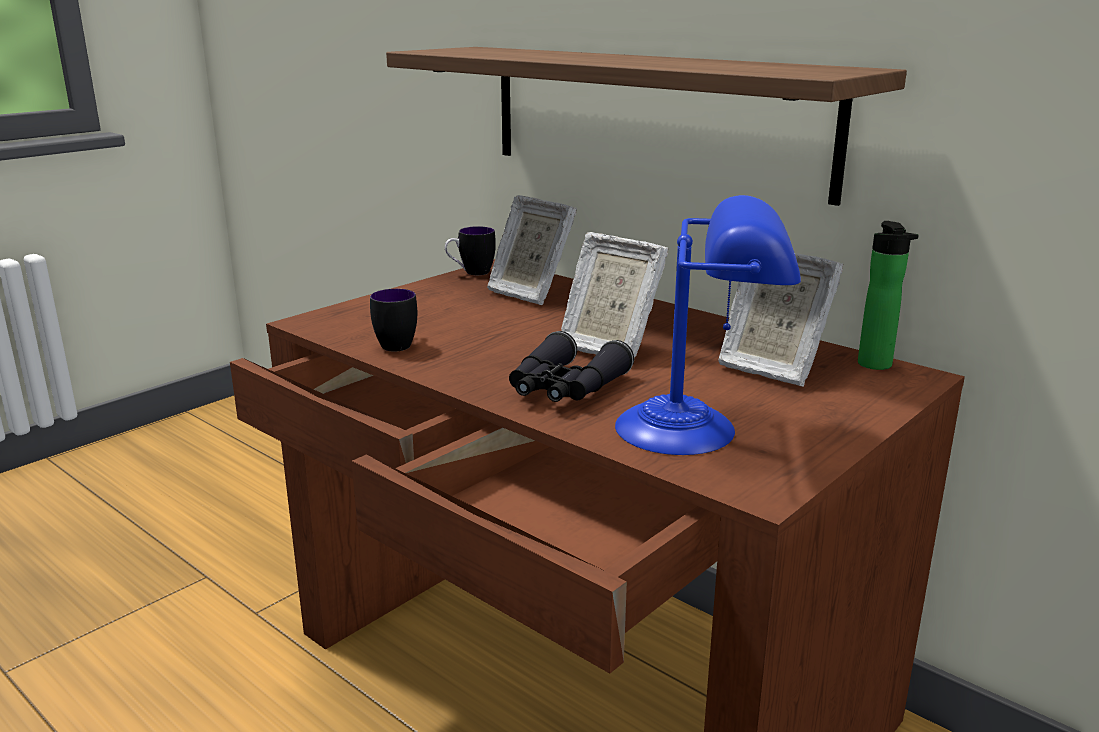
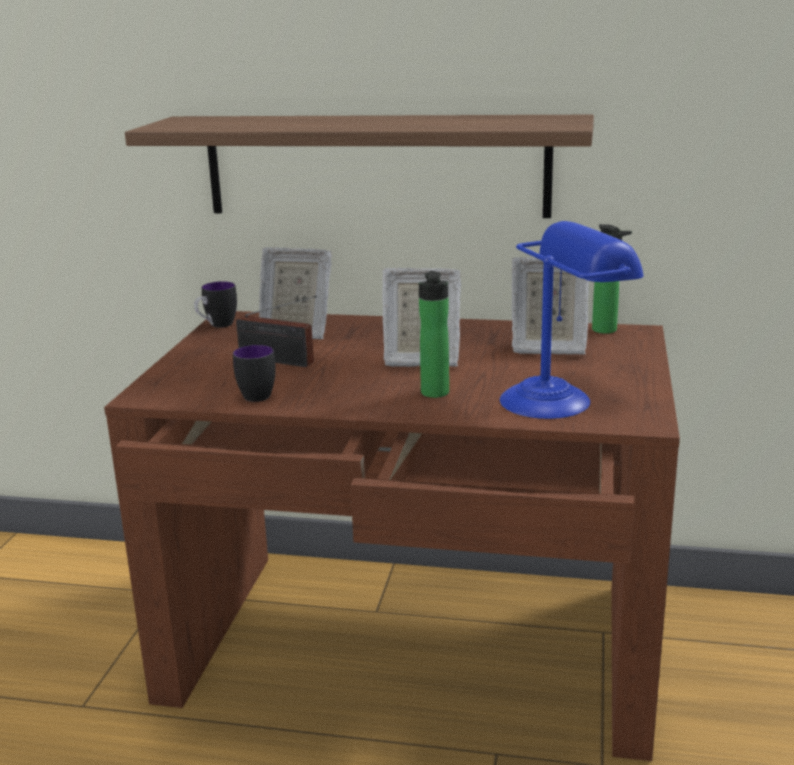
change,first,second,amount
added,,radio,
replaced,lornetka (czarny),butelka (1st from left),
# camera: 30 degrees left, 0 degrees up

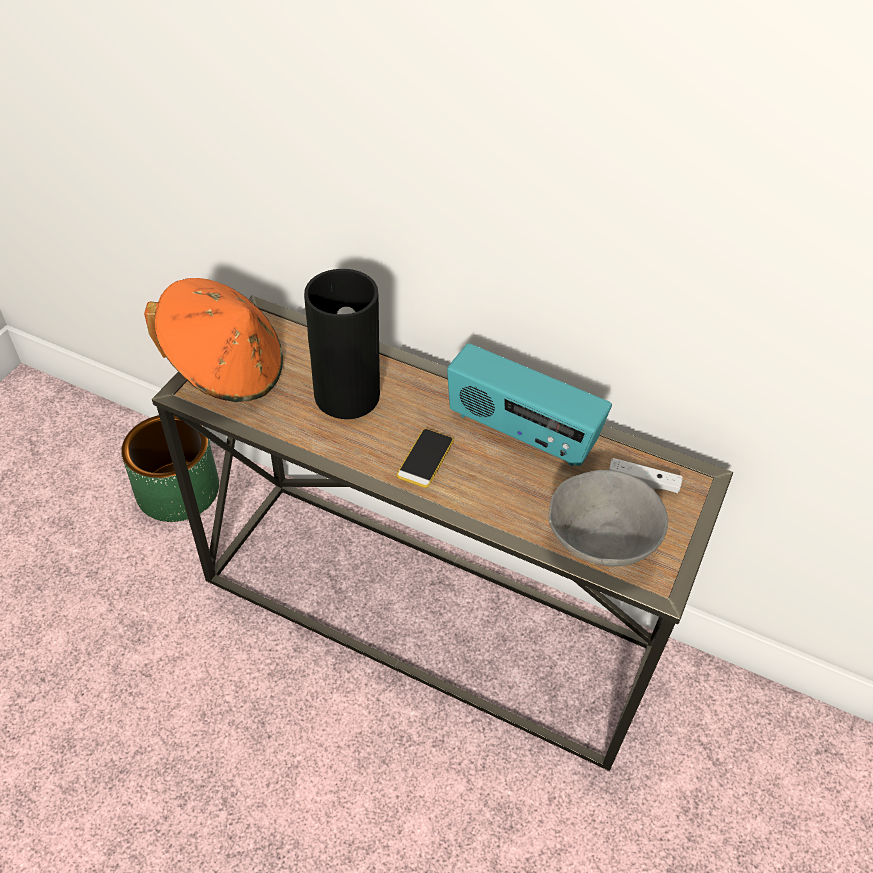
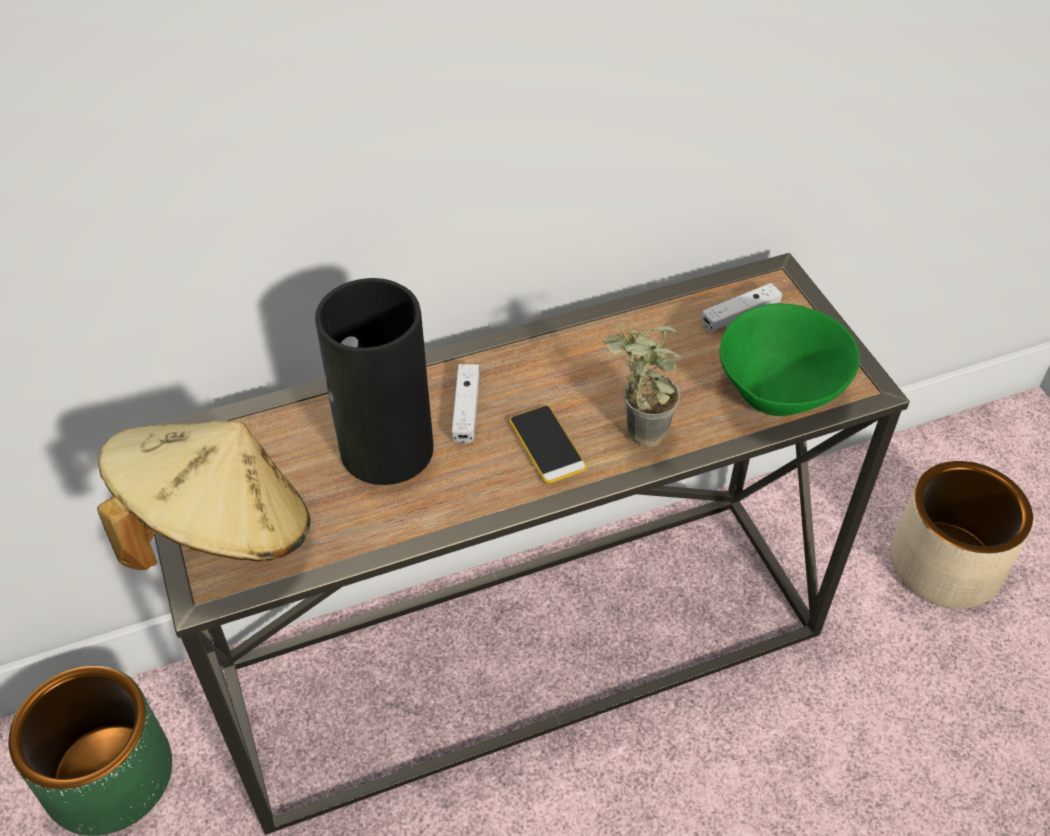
change,first,second,amount
removed,radio,,
added,,pad do gier (biały) (1st from left),
added,,roślina doniczkowa,
added,,donica (beżowy),
recoloured,kapelusz (pomarańczowy),kapelusz (beżowy),
recoloured,miska (szary),miska (zielony),
# camera: 45 degrees left, 0 degrees up

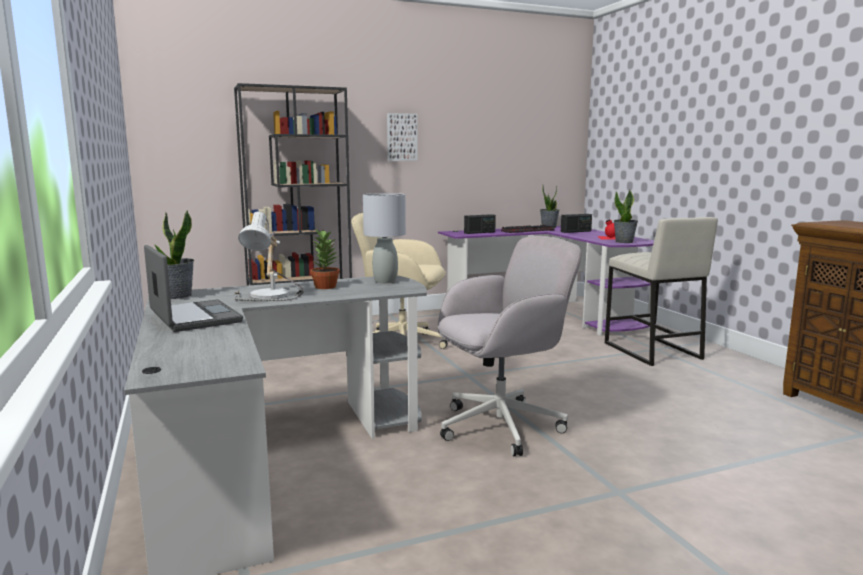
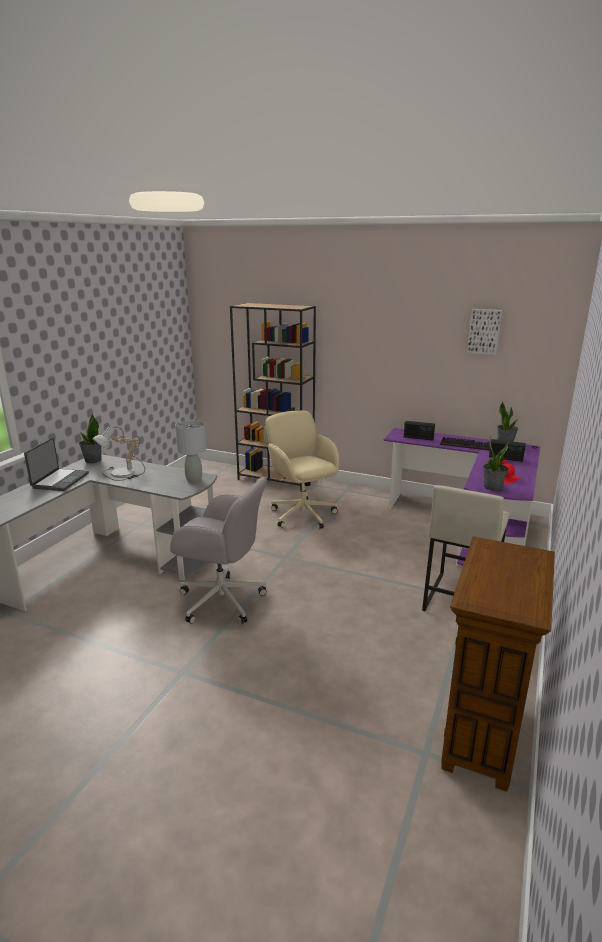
change,first,second,amount
removed,roślina doniczkowa (2nd from left),,
moved,obraz,,
# camera: 45 degrees right, 10 degrees up

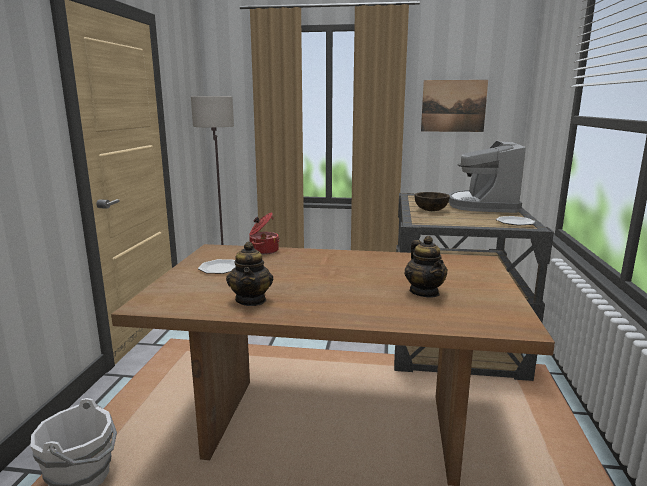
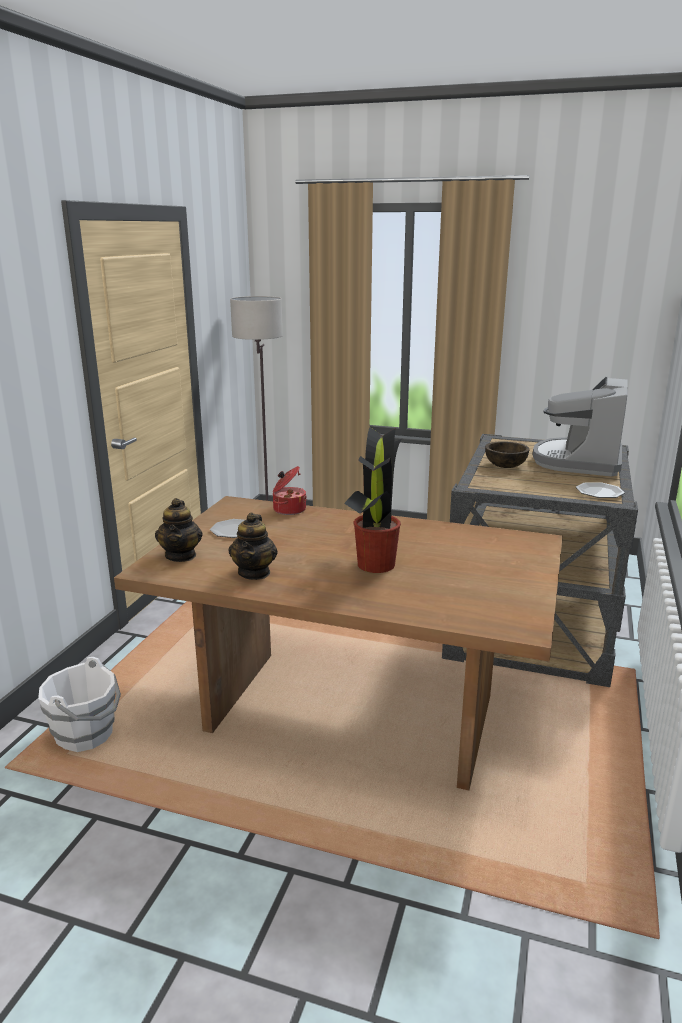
change,first,second,amount
removed,obraz,,
added,,roślina doniczkowa,
moved,imbryk (2nd from left in the first image),imbryk (1st from left),
# camera: 10 degrees right, 5 degrees up

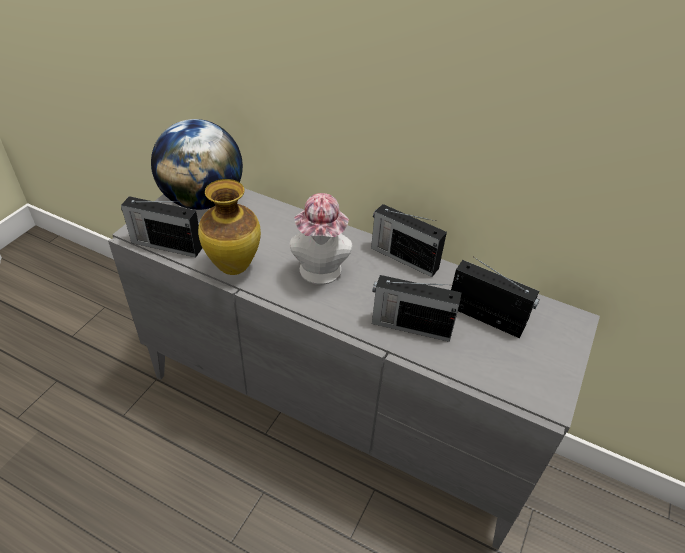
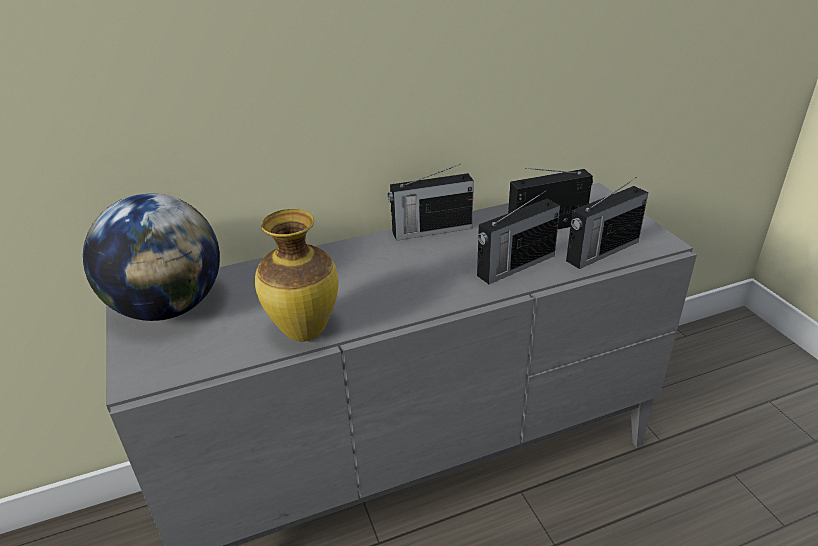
change,first,second,amount
removed,kapelusz,,
moved,radio (1st from left in the first image),radio (4th from left),
# camera: 45 degrees left, 10 degrees down

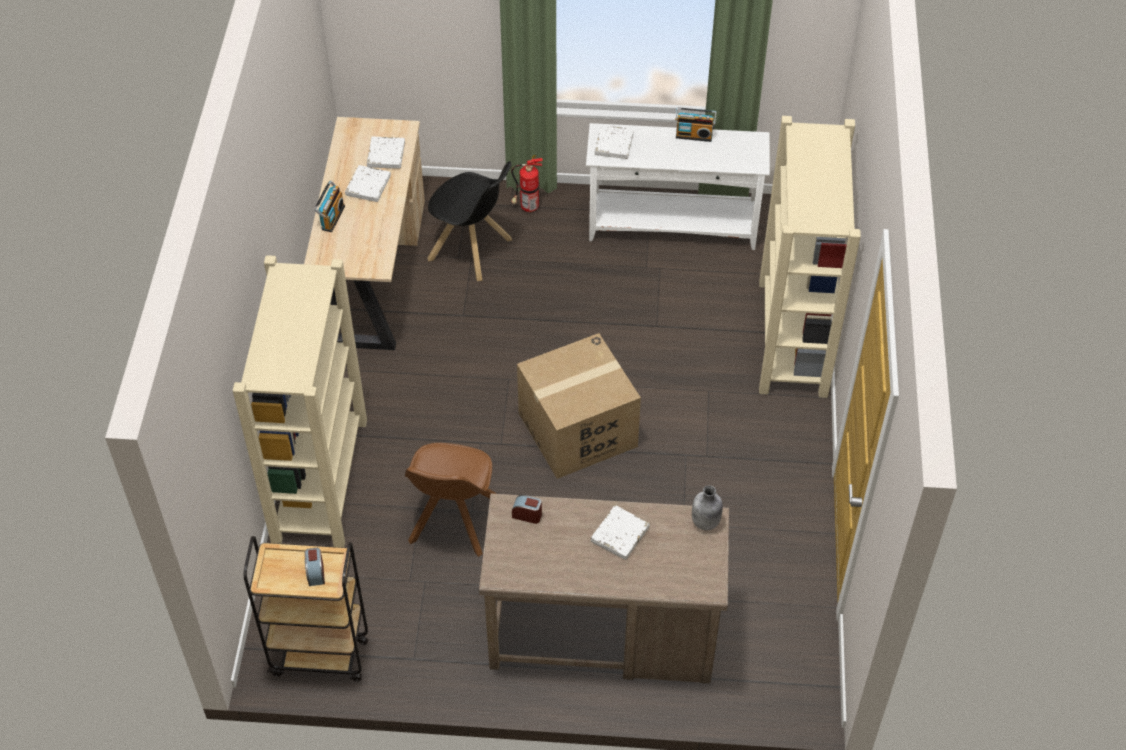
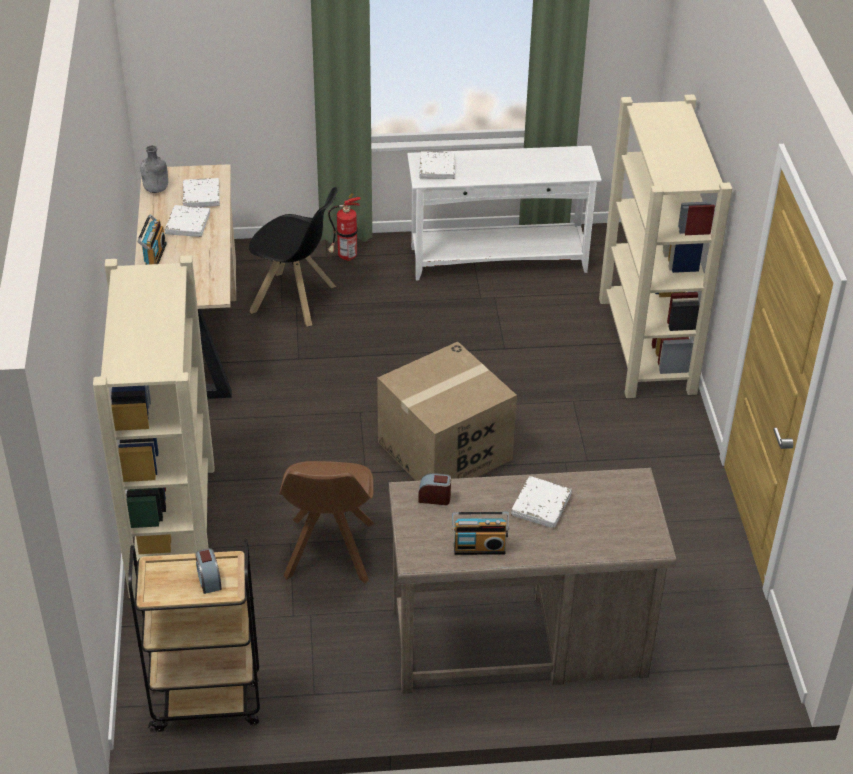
change,first,second,amount
moved,radio (2nd from left),,
moved,butelka (szary),,
# camera: 10 degrees left, 10 degrees down

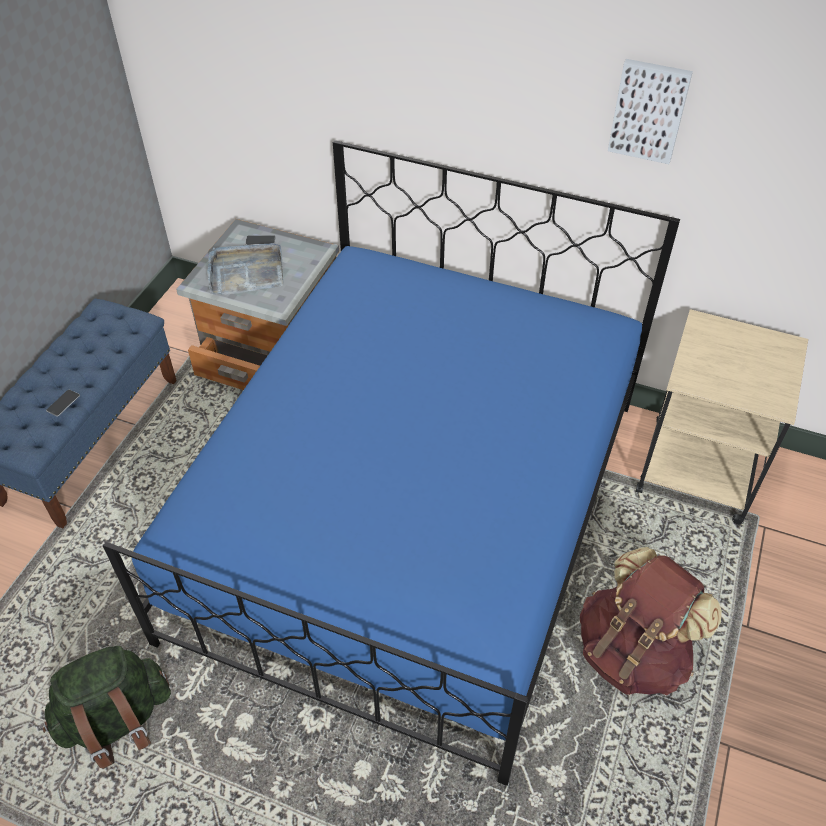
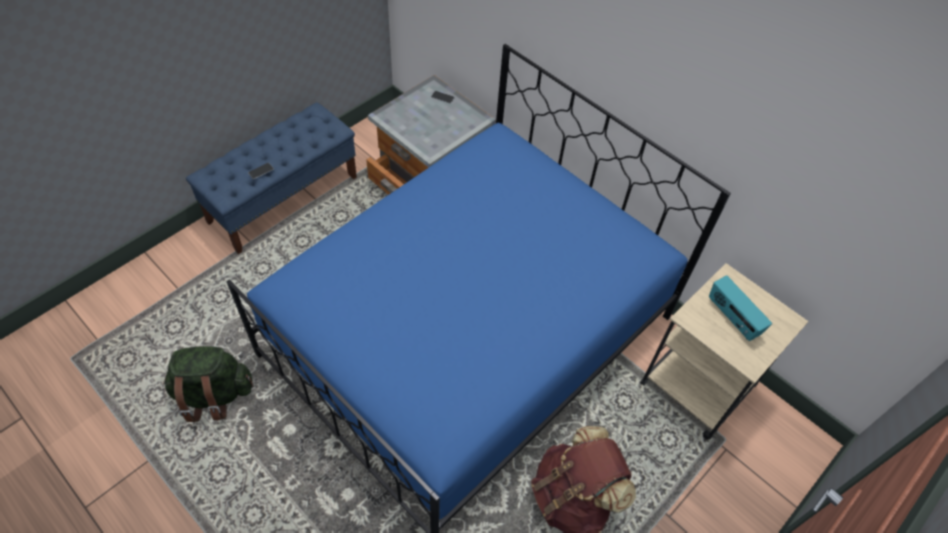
change,first,second,amount
removed,taca (szary),,
removed,obraz,,
added,,radio,
# camera: 20 degrees right, 5 degrees up

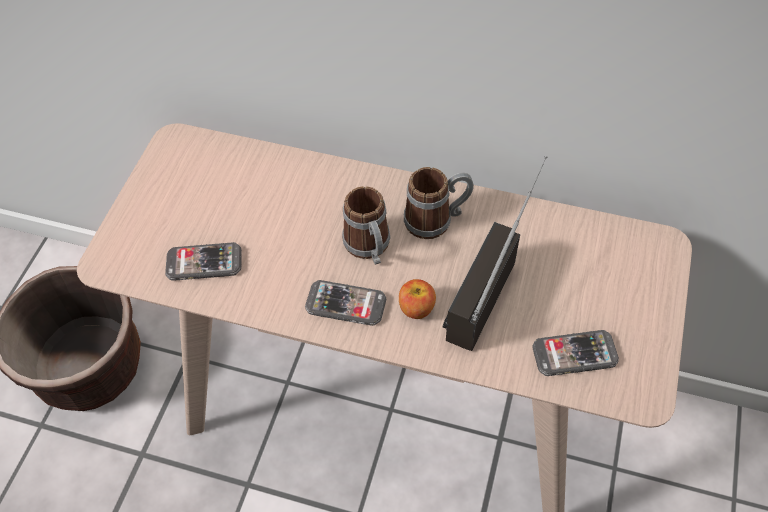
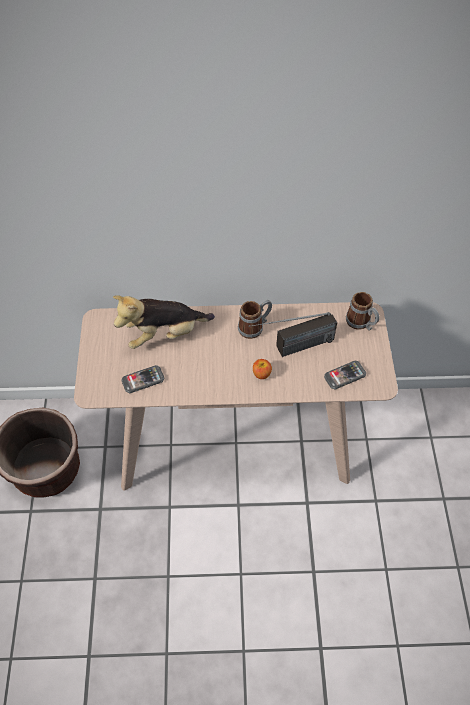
change,first,second,amount
removed,telefon (2nd from left),,
added,,pluszak,
moved,kubek (1st from left in the first image),kubek (2nd from left),
turned,radio,,120 degrees counterclockwise
# camera: 20 degrees left, 0 degrees up

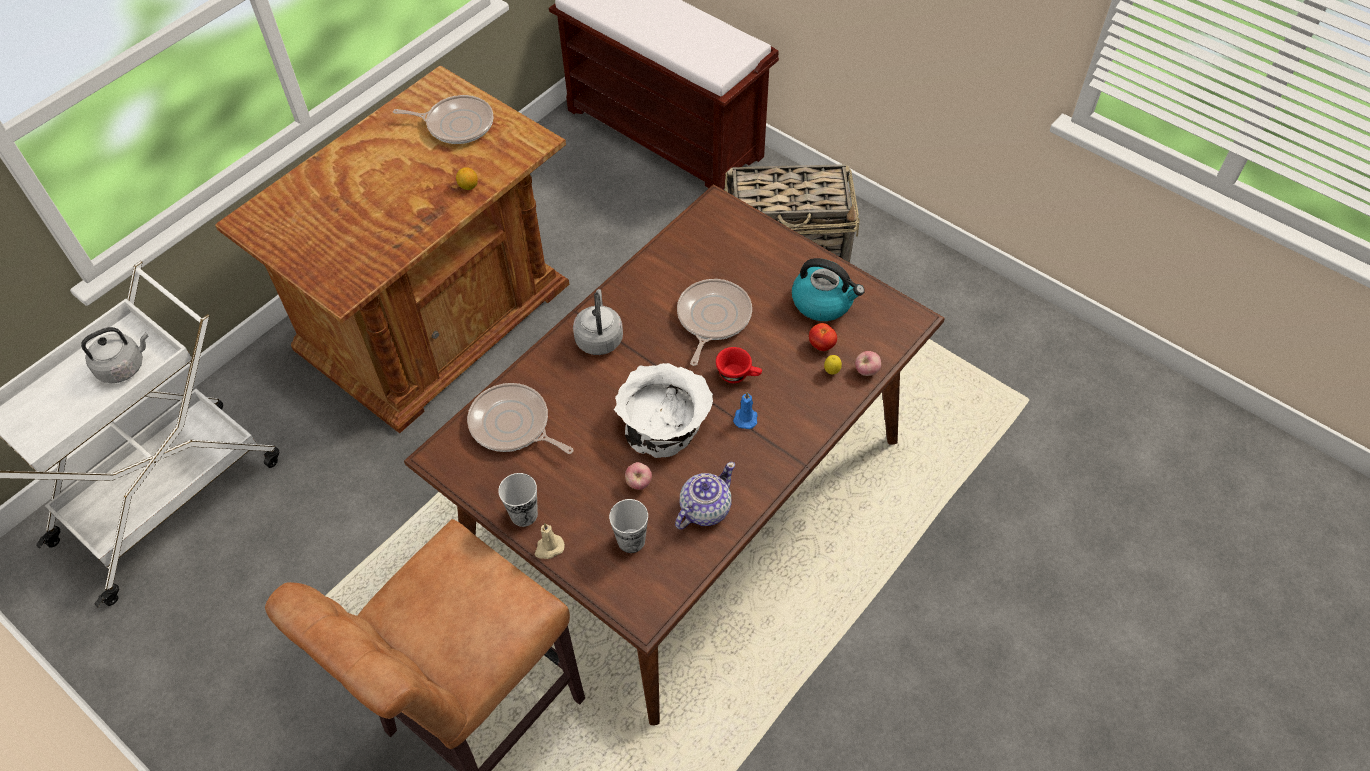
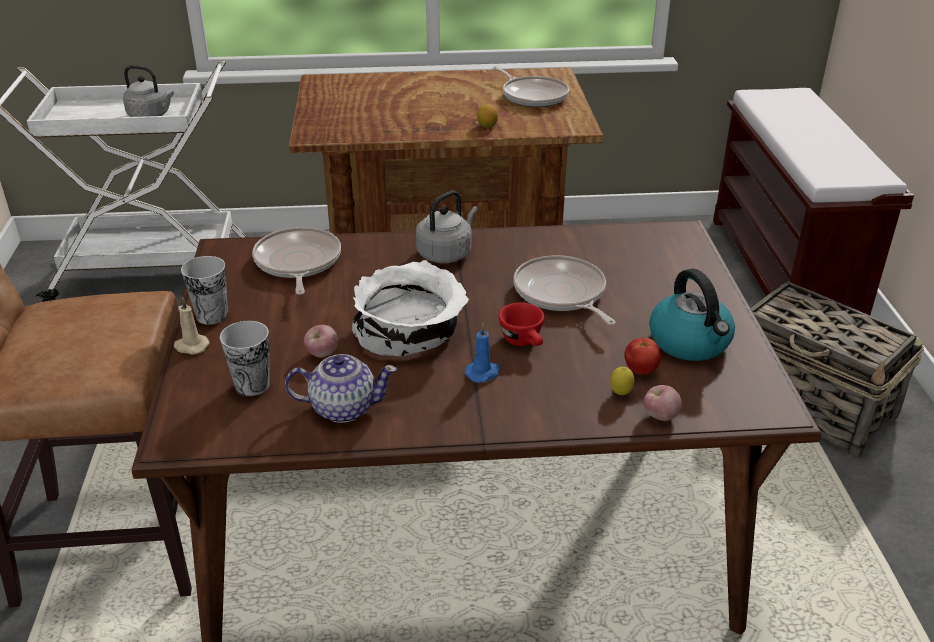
change,first,second,amount
turned,patelnia (3rd from left),,90 degrees counterclockwise
# camera: 45 degrees right, 20 degrees down

